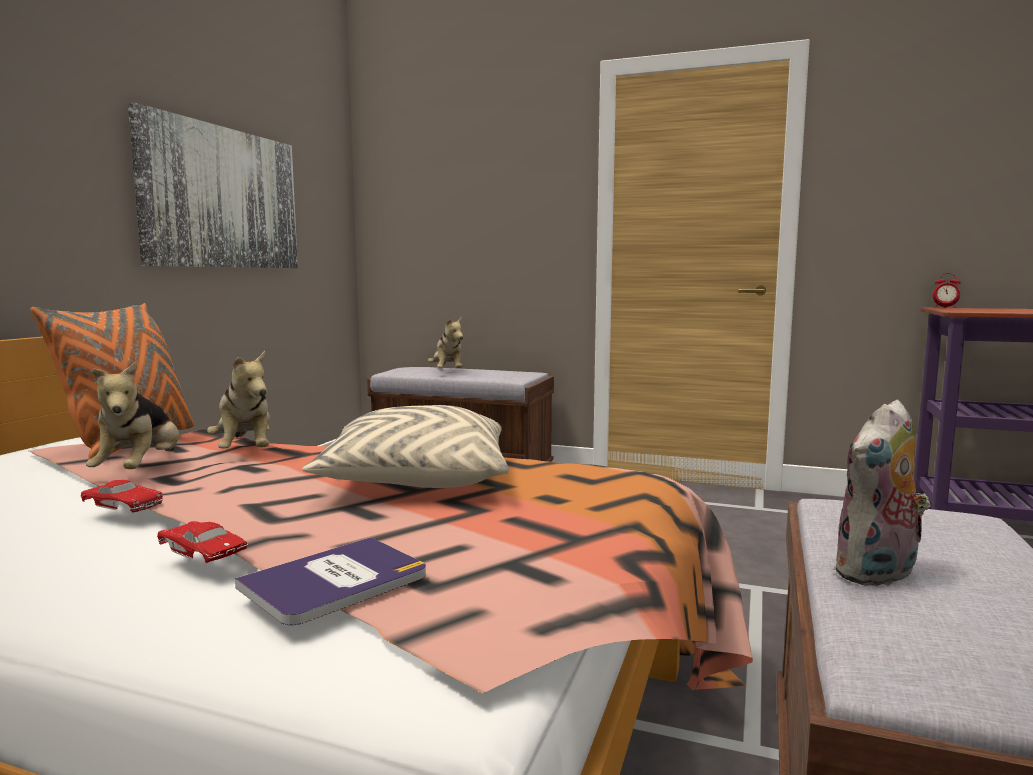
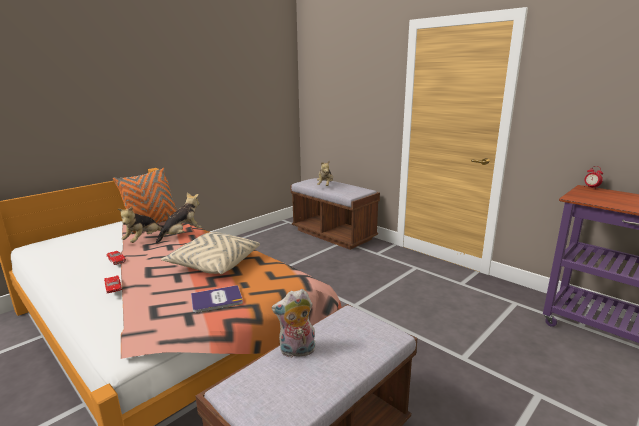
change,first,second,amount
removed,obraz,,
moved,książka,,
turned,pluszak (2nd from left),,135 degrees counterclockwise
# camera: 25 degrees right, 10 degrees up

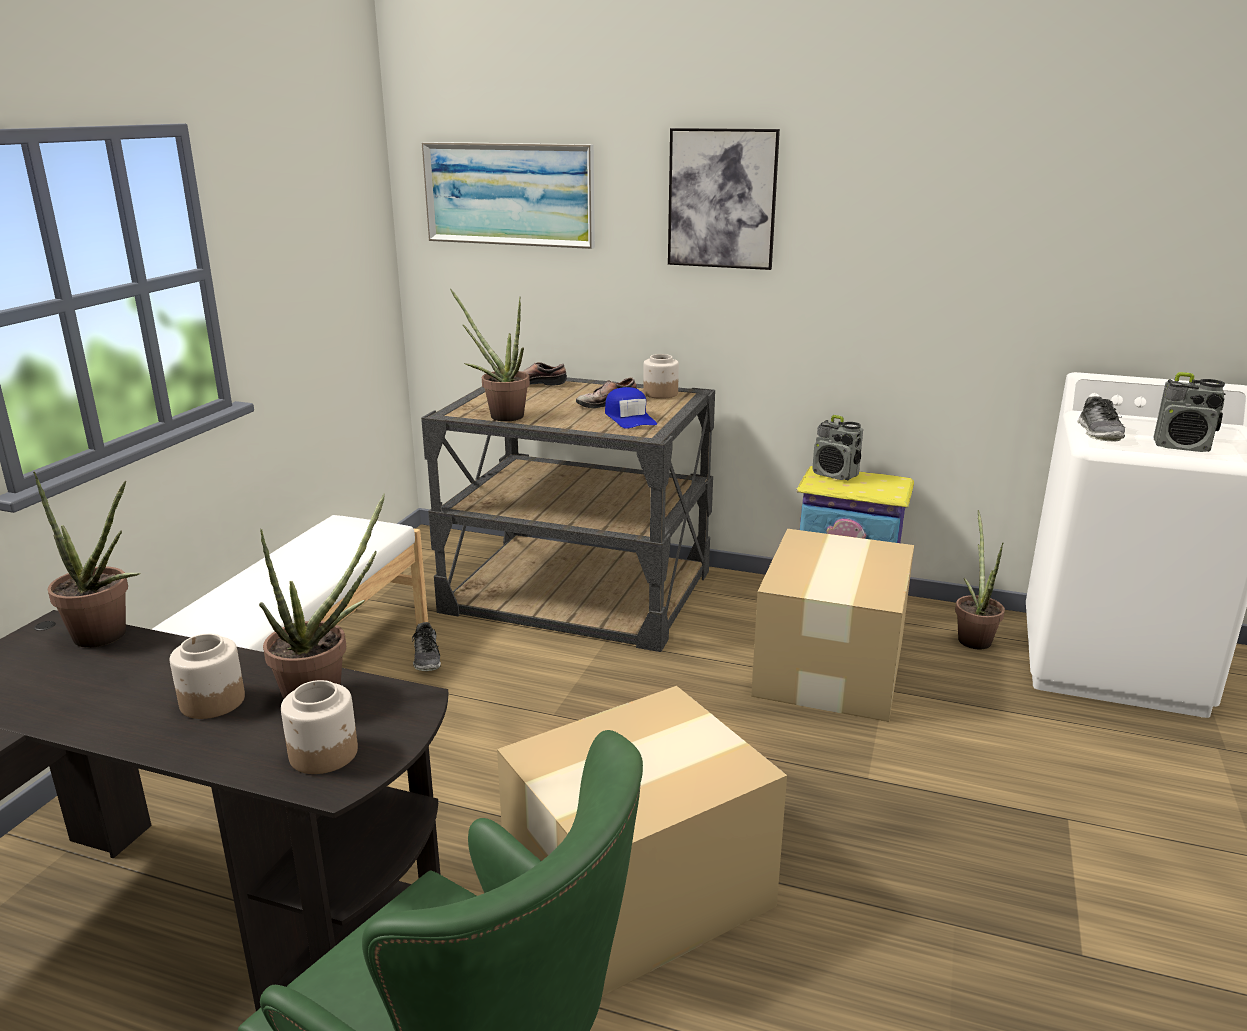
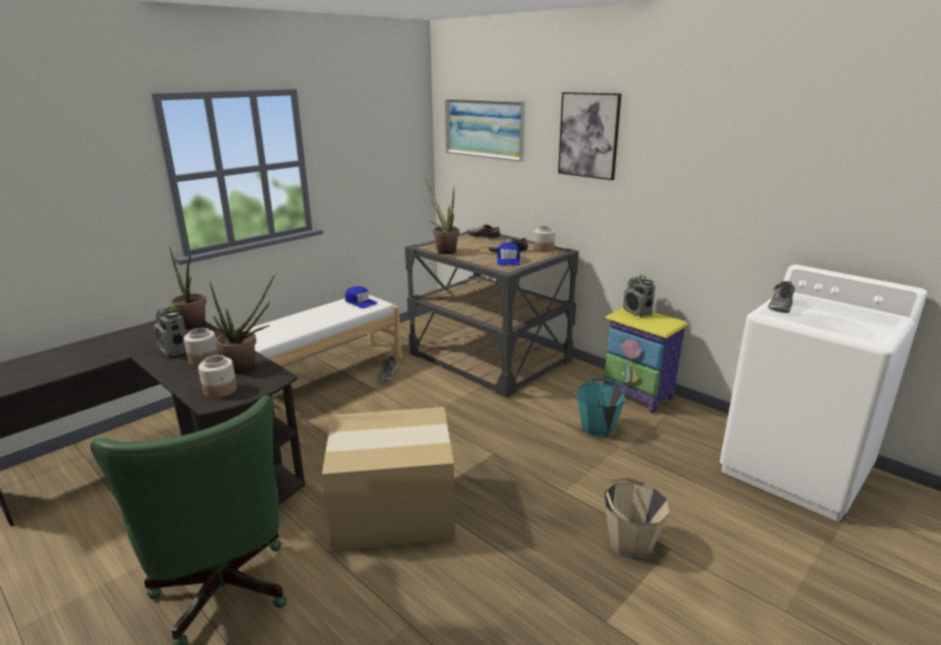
change,first,second,amount
removed,roślina doniczkowa (4th from left),,
added,,czapka z daszkiem (niebieski) (1st from left),
added,,wiadro (beżowy),
moved,radio (2nd from left in the first image),radio (1st from left),
replaced,karton (2nd from left),wiadro (turkusowy),
# camera: 25 degrees right, 0 degrees up

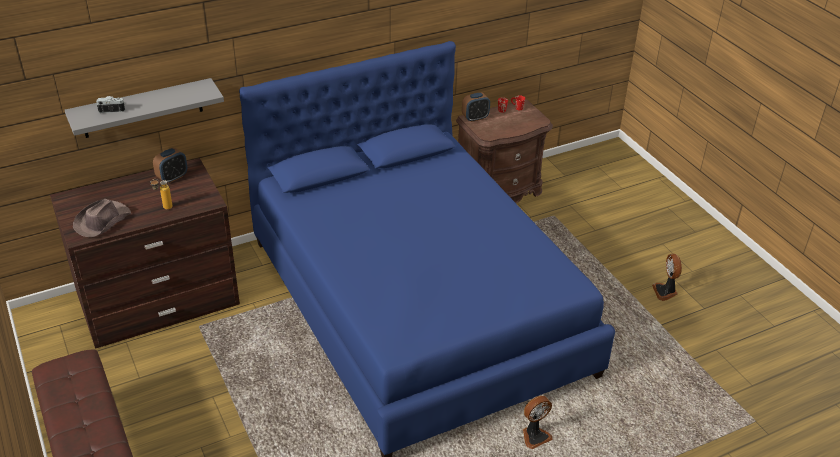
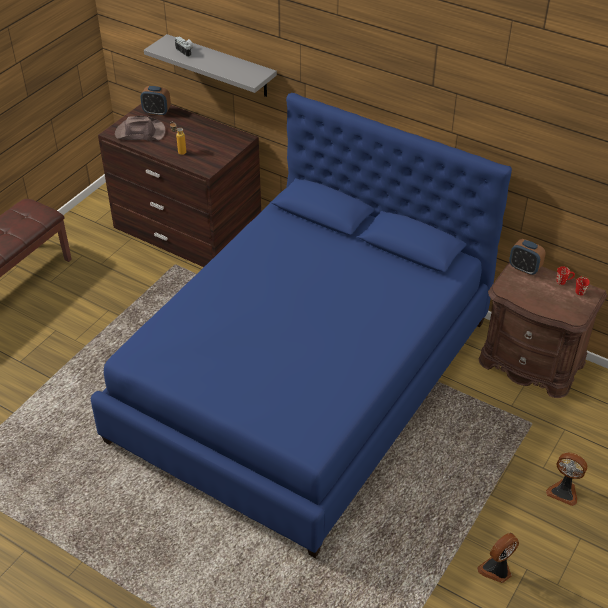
change,first,second,amount
moved,budzik (1st from left),,
moved,wentylator (1st from left in the first image),wentylator (2nd from left),
# camera: 60 degrees right, 5 degrees up

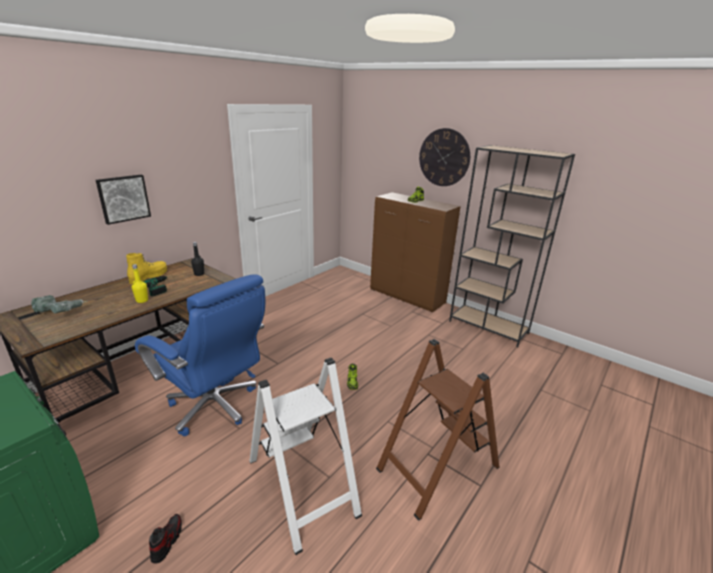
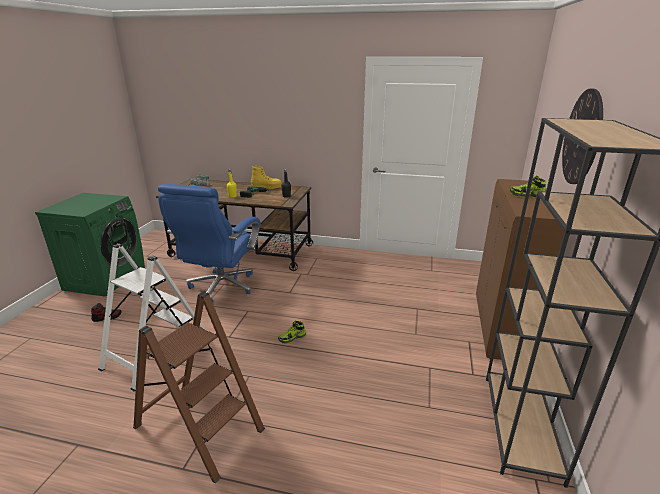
change,first,second,amount
removed,obraz,,
# camera: 65 degrees right, 0 degrees up

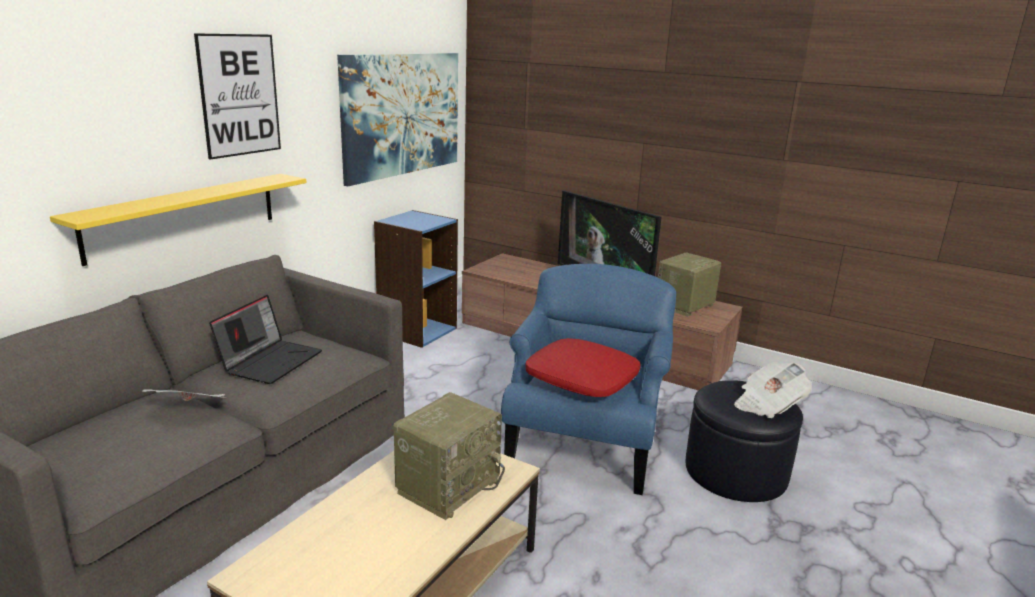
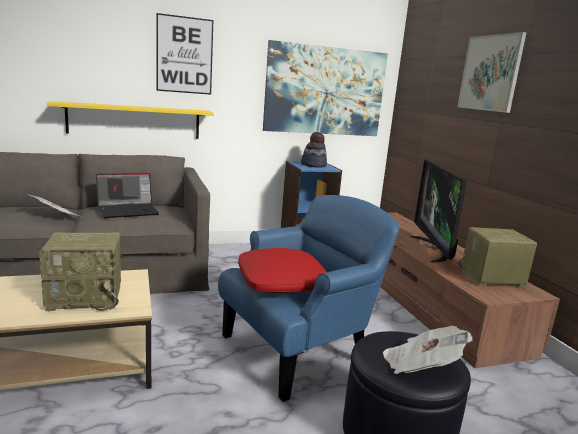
change,first,second,amount
added,,kapelusz,
added,,obraz (3rd from left),
# camera: 40 degrees right, 5 degrees down

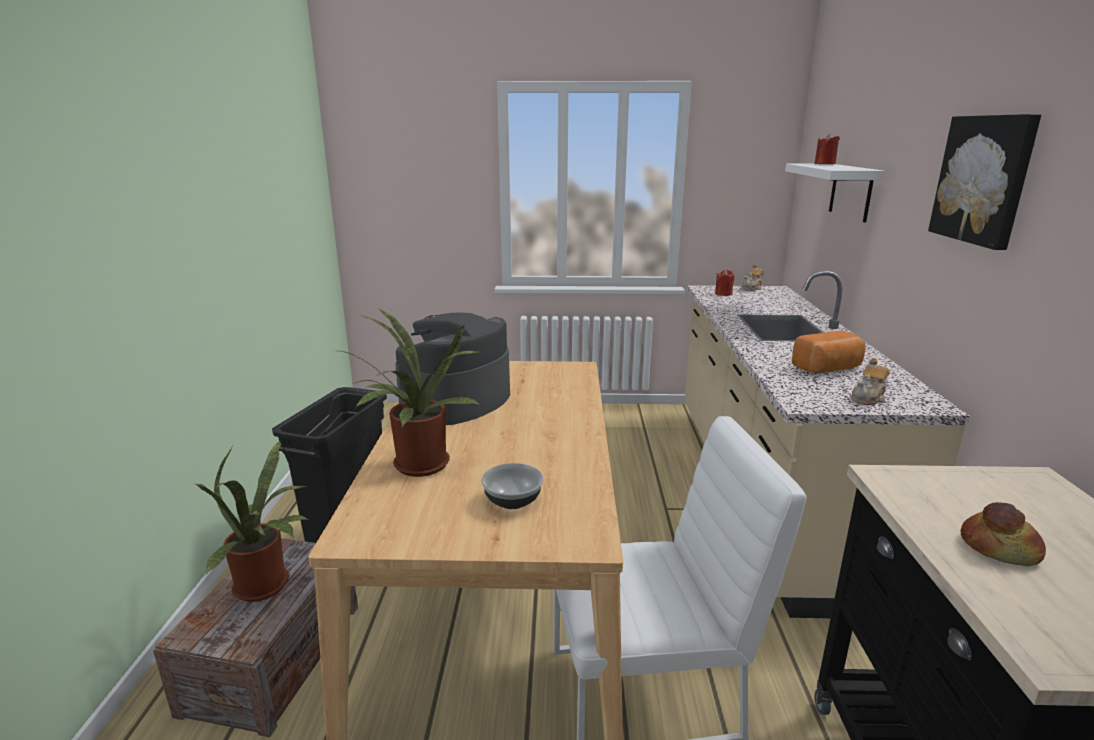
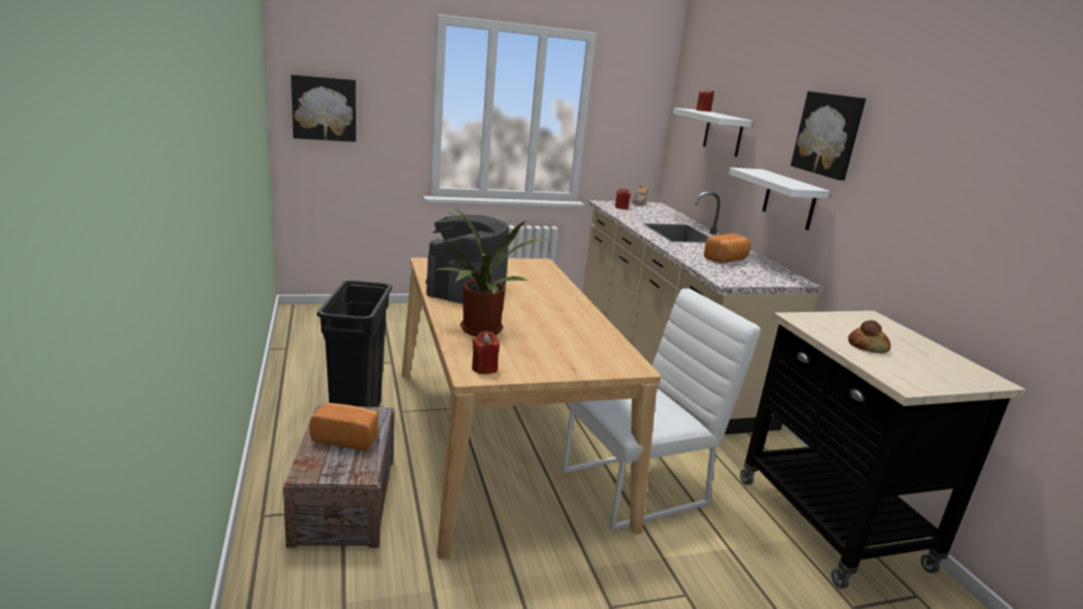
change,first,second,amount
removed,miska,,
removed,imbryk (2nd from left),,
added,,obraz (1st from left),
added,,świeca (czerwony) (1st from left),
added,,półka (biały) (2nd from left),
replaced,roślina doniczkowa (1st from left),chleb (1st from left),
# camera: 20 degrees left, 0 degrees up

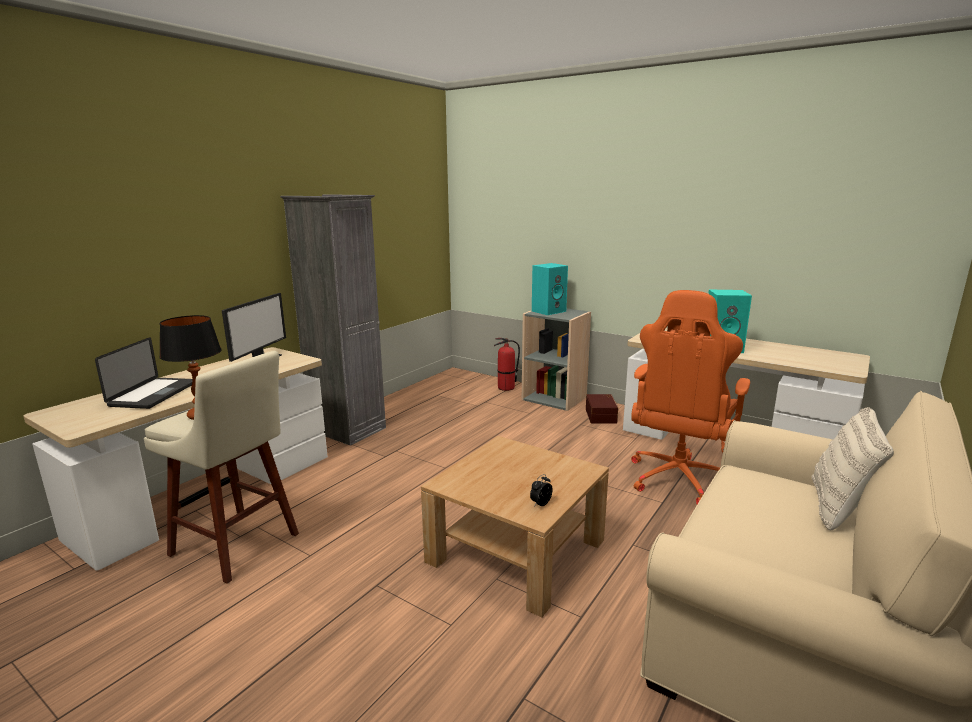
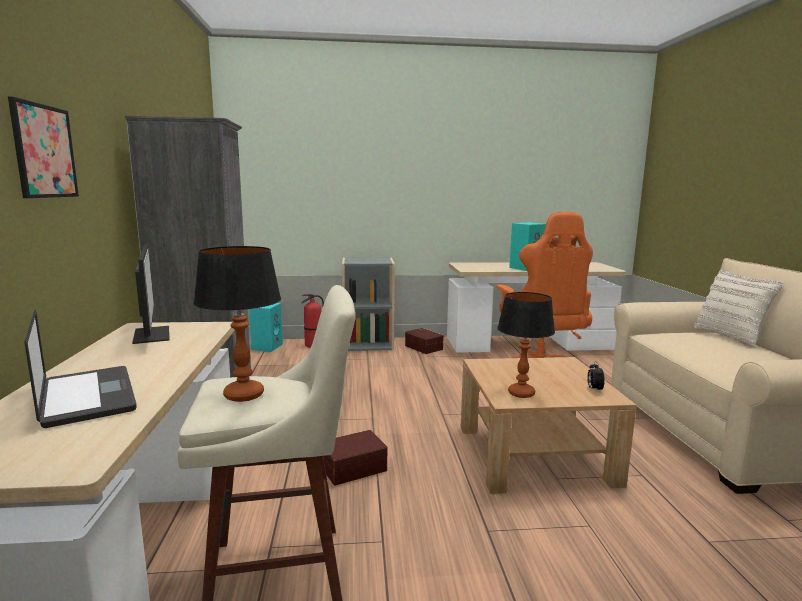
change,first,second,amount
added,,obraz,
added,,pojemnik do przechowywania (brązowy) (1st from left),
added,,lampa stołowa (2nd from left),
moved,głośnik (turkusowy) (1st from left),,
# camera: 40 degrees left, 5 degrees down

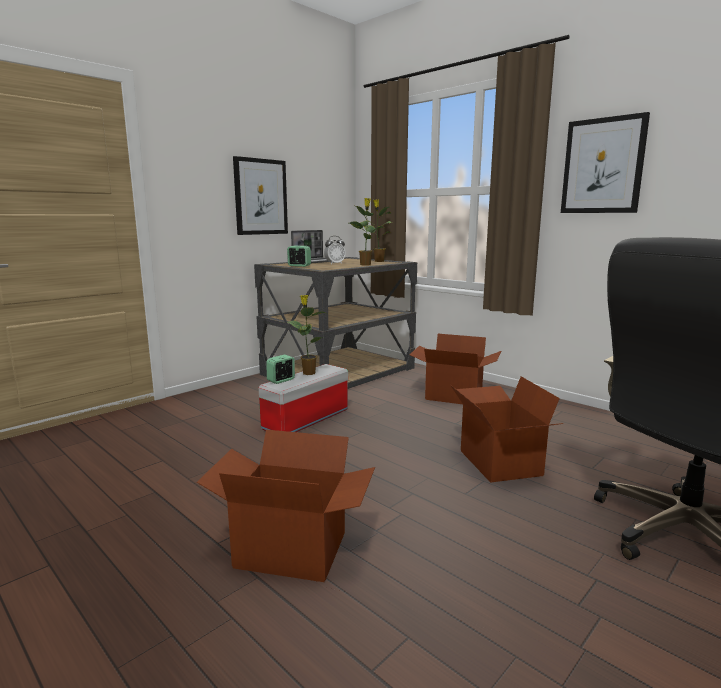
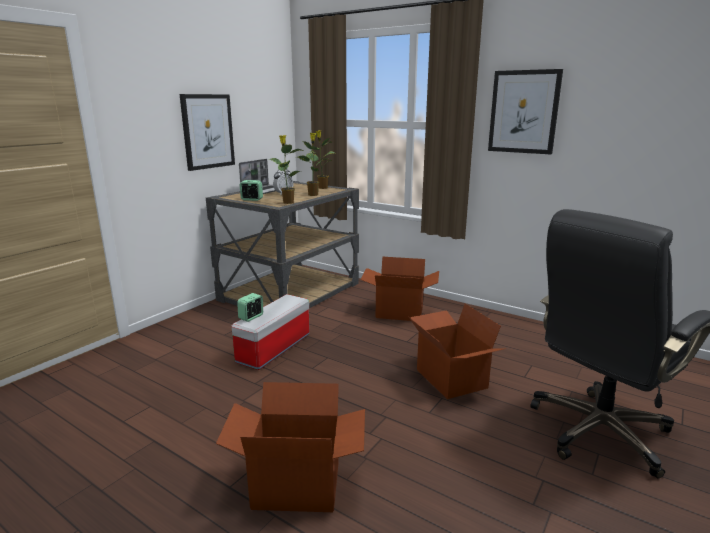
change,first,second,amount
moved,roślina doniczkowa (1st from left),,
# camera: 10 degrees left, 5 degrees up

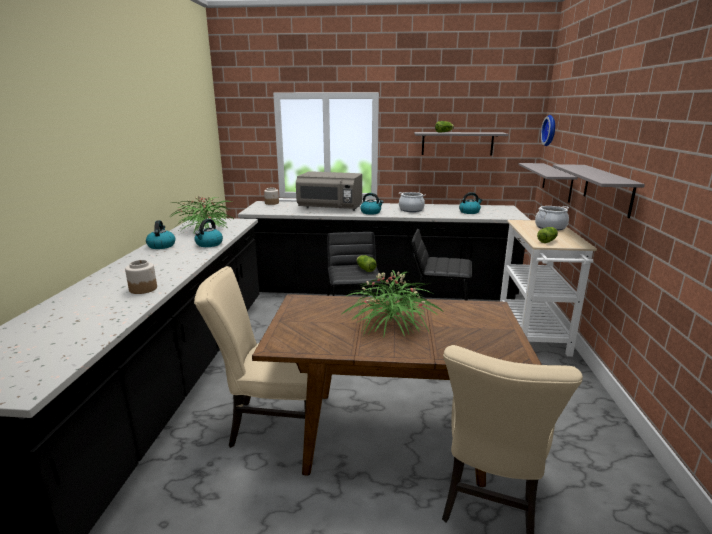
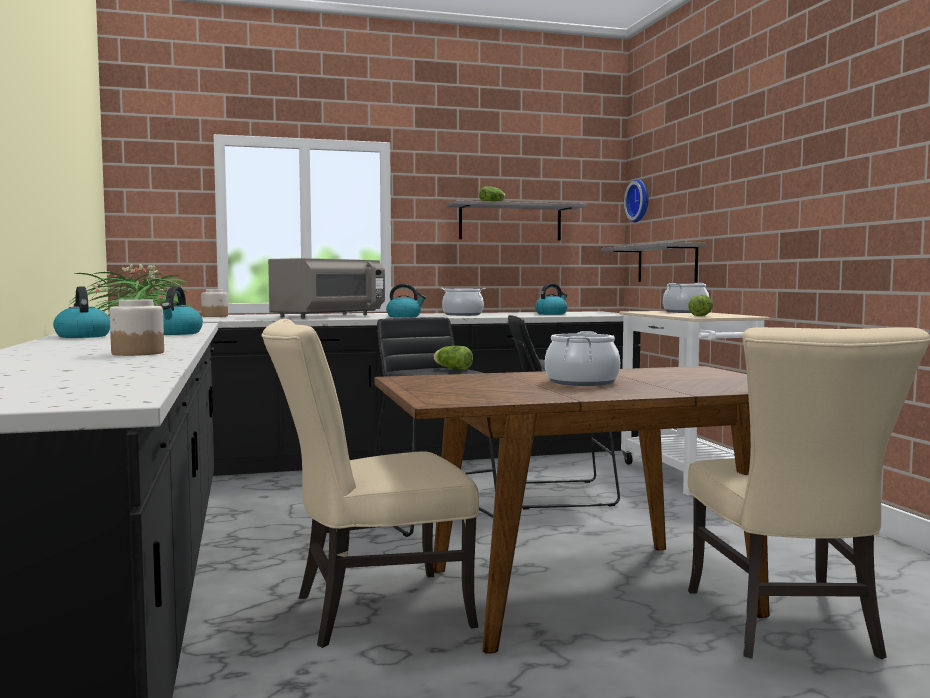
change,first,second,amount
removed,półka (szary) (3rd from left),,
replaced,roślina doniczkowa (2nd from left),garnek (2nd from left),
turned,mikrofalówka (szary),,45 degrees counterclockwise
# camera: 20 degrees left, 15 degrees down

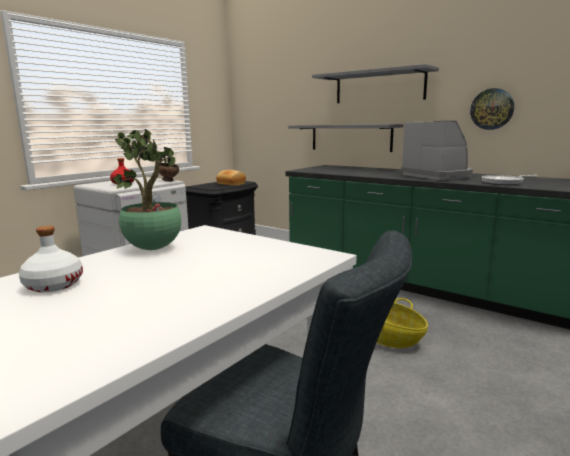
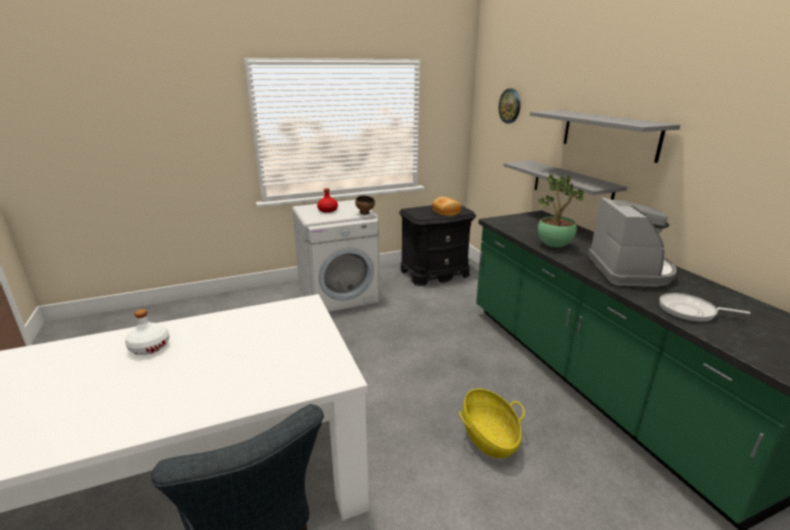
change,first,second,amount
moved,roślina doniczkowa,,
moved,zegar ścienny,,
# camera: 30 degrees right, 10 degrees up

